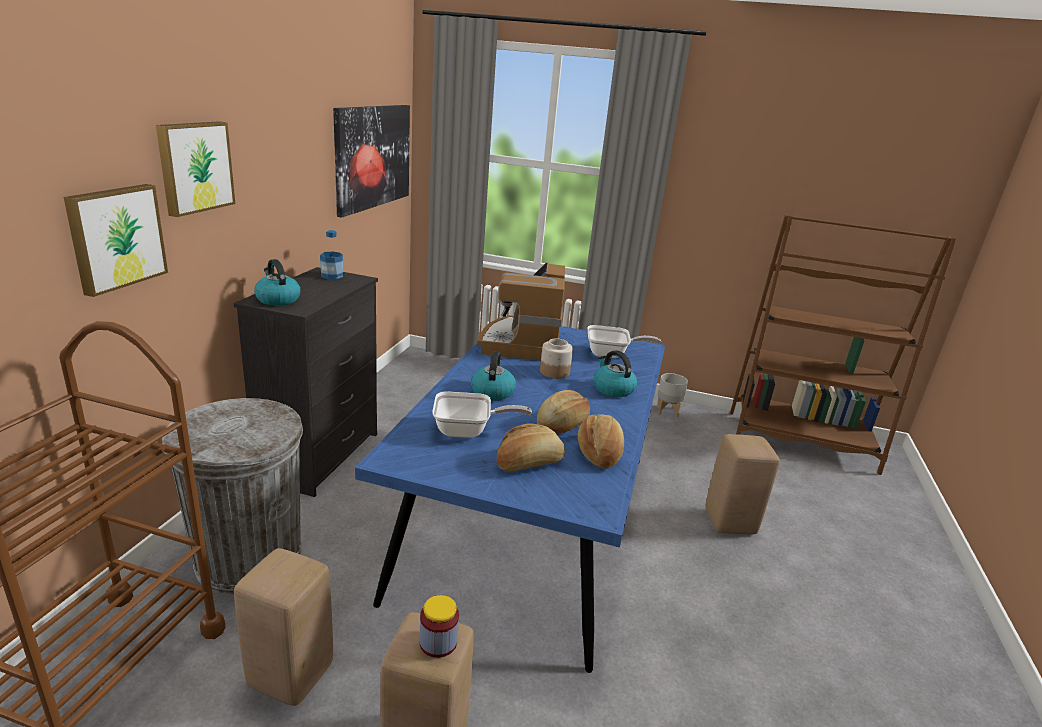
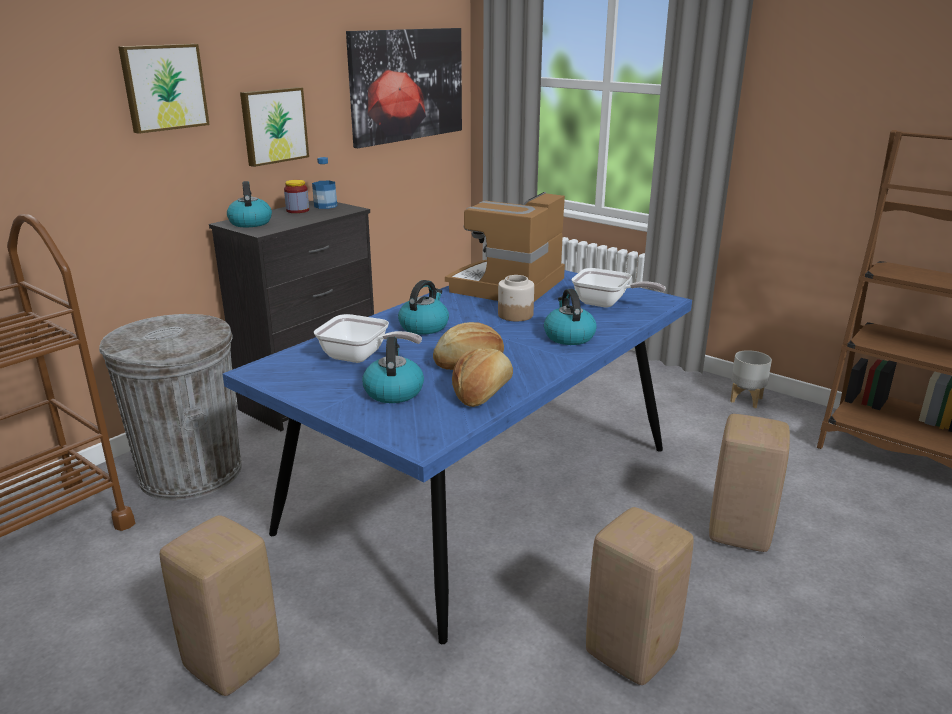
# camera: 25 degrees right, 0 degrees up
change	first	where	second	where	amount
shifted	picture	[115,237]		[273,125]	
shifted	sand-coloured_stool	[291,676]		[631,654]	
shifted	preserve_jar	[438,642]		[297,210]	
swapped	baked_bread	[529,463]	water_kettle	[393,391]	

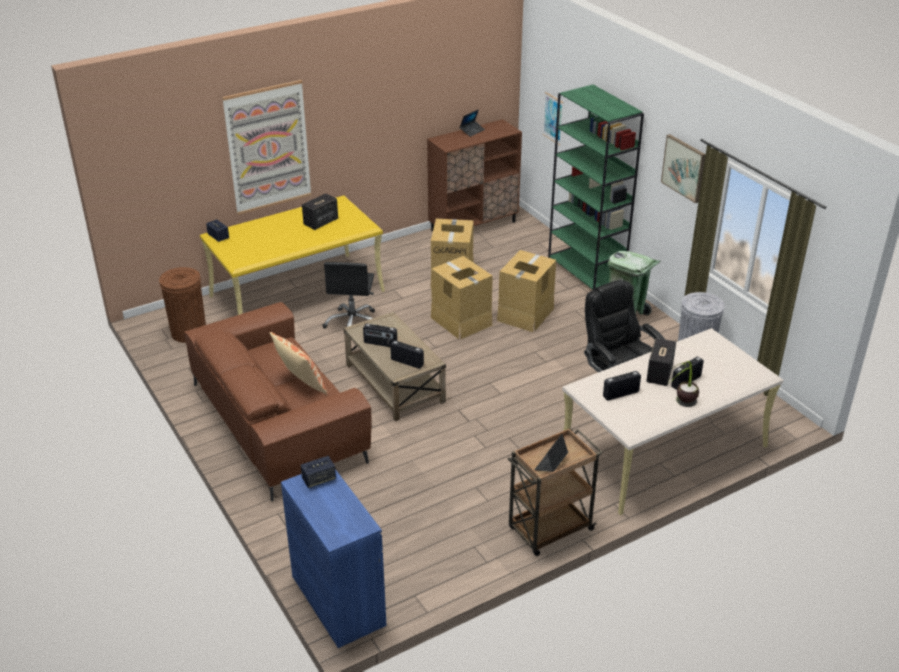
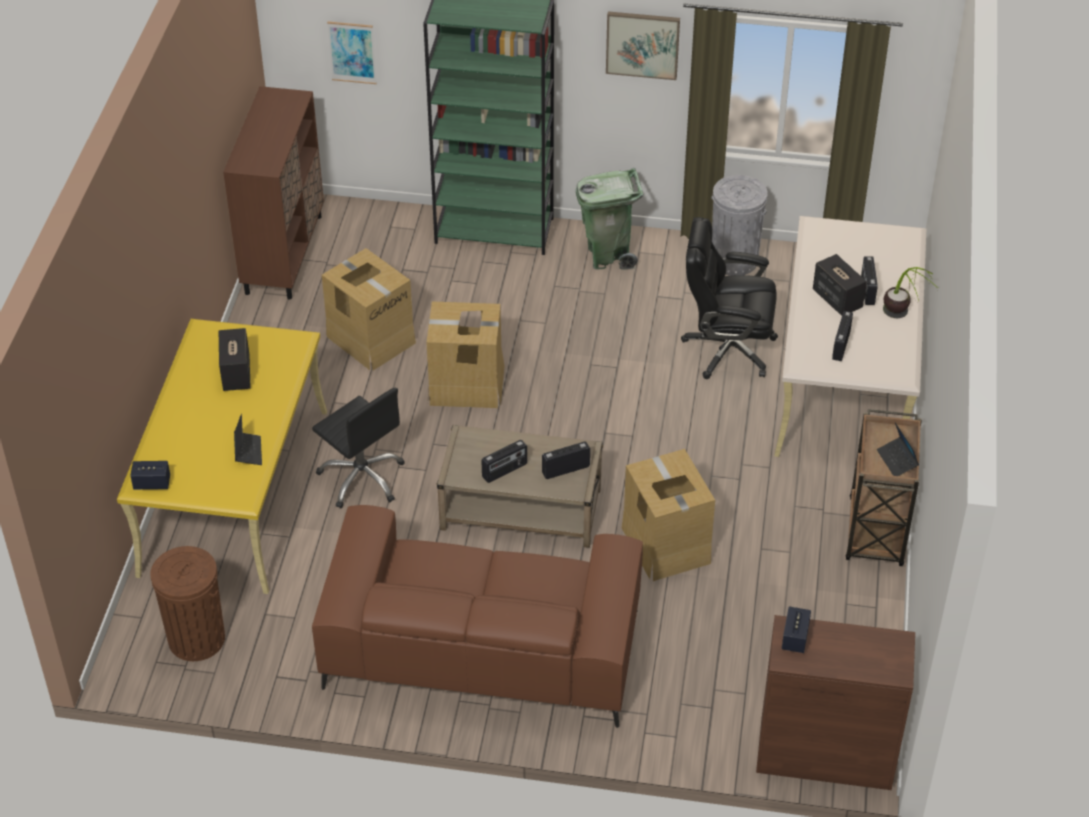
# camera: 50 degrees left, 10 degrees up
change	first	where	second	where	amount
gone	picture	[268,148]			
gone	throw_pillow	[301,384]			
shifted	notebook_computer	[472,131]		[248,451]	
shifted	cardboard_box	[525,314]		[665,544]	
repainted	bluish_cabinet	[338,600]	brown-coloured_cabinet	[825,753]	

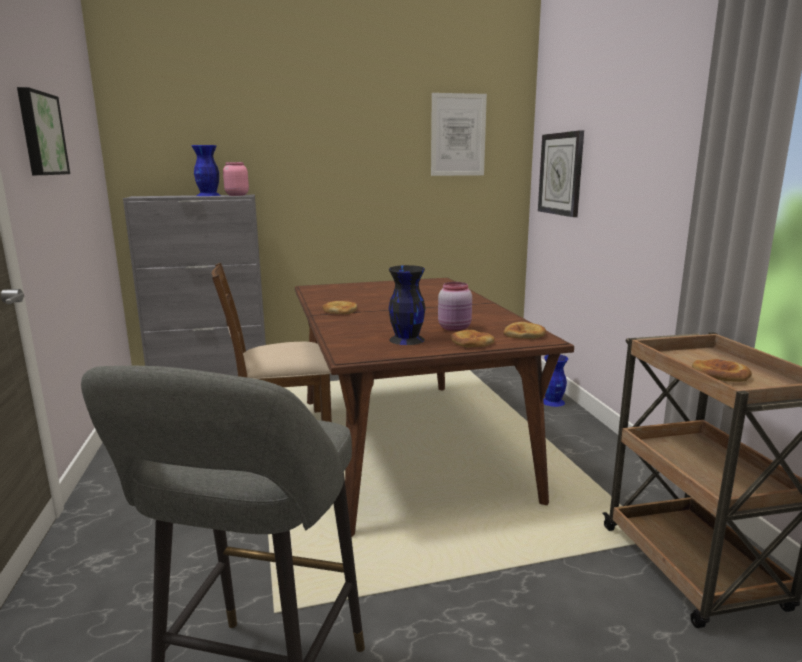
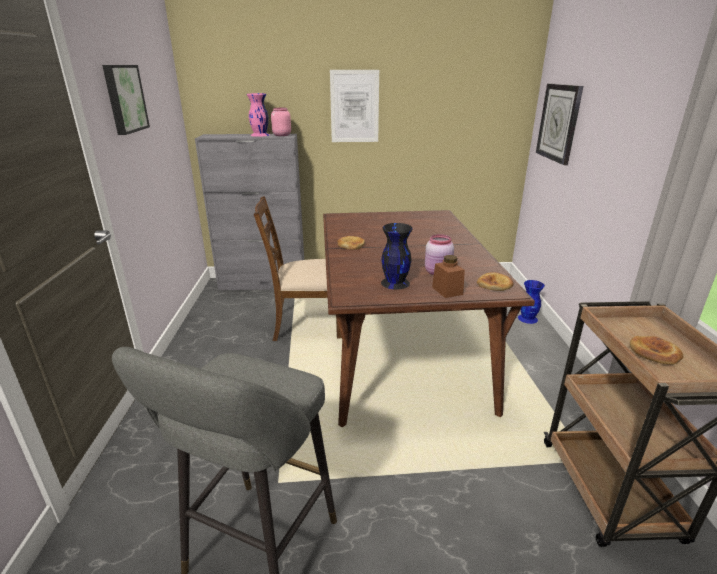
# camera: 10 degrees right, 10 degrees up
change	first	where	second	where	amount
shifted	picture	[458,135]		[354,106]	
swapped	baked_bread	[471,342]	brown-coloured_preserve_jar	[447,291]	
repainted	bluish_flower_vase	[208,195]	pink_flower_vase	[260,135]	

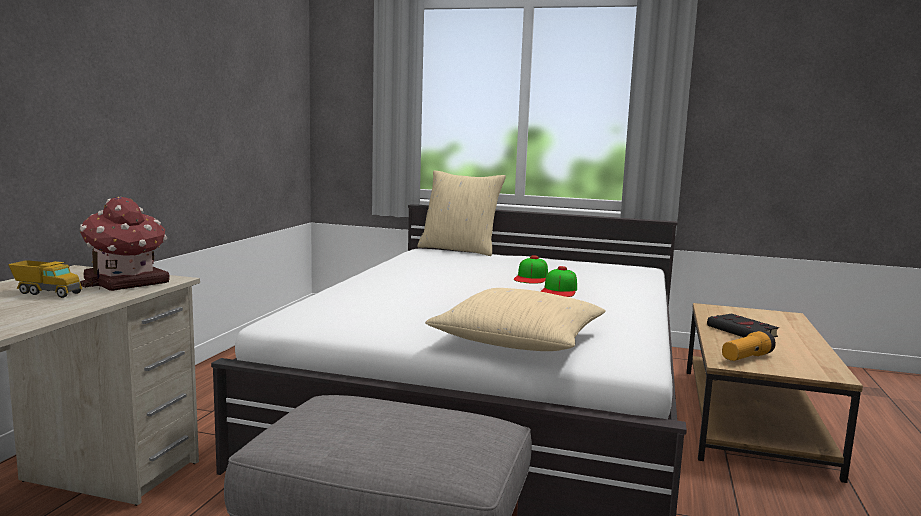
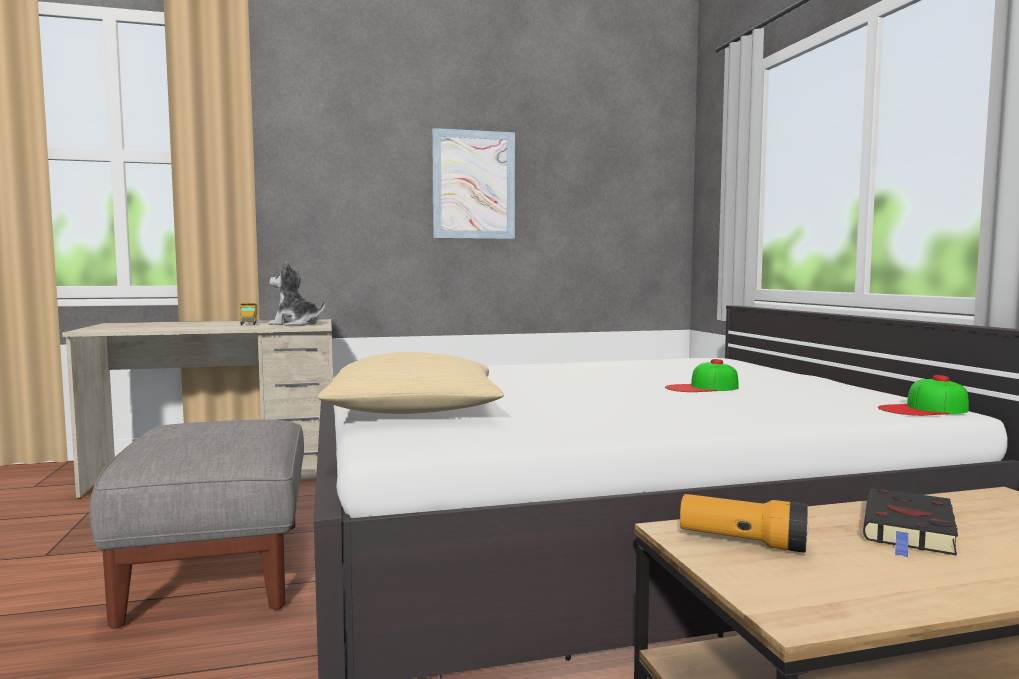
# camera: 60 degrees right, 5 degrees down
change	first	where	second	where	amount
gone	sand-coloured_throw_pillow	[459,249]			
new			picture	[473,185]	
shifted	baseball_cap	[559,290]		[924,409]	
swapped	miniature_house	[127,282]	soft_toy	[295,324]	

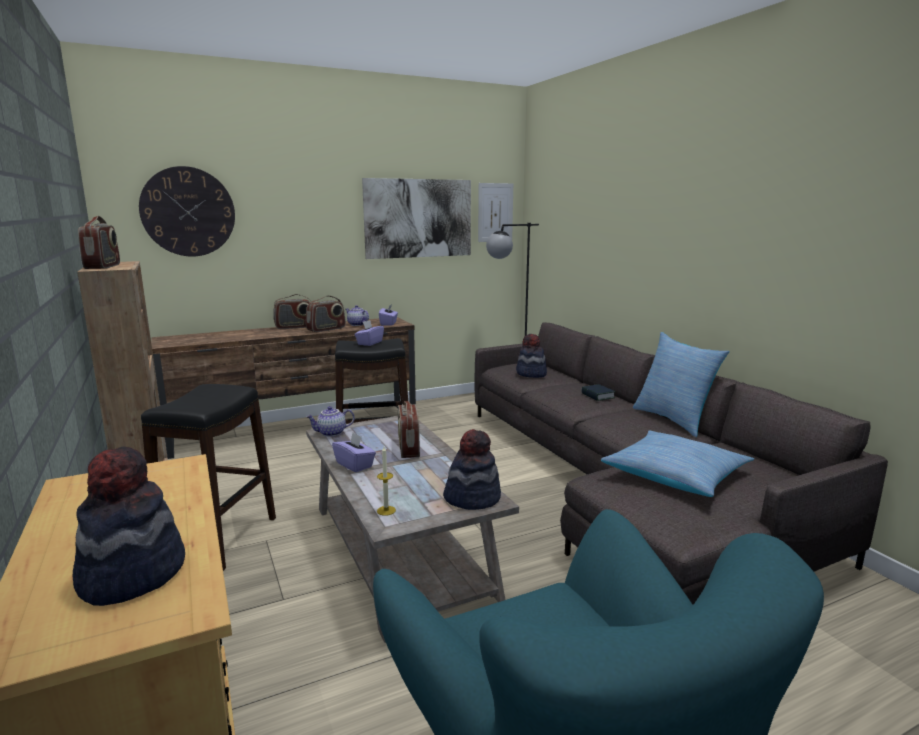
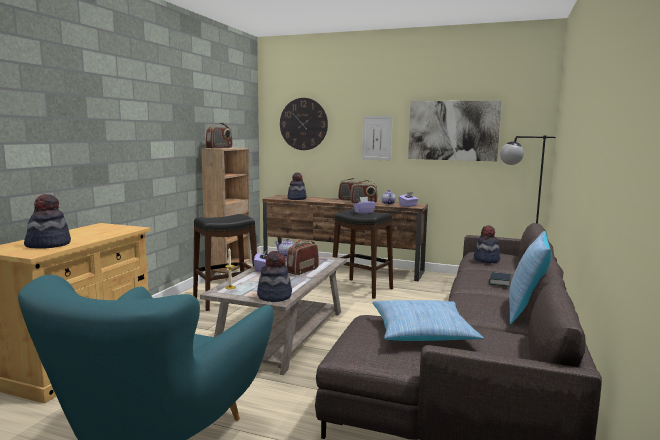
# camera: 45 degrees right, 5 degrees down
change	first	where	second	where	amount
new			clothing_hat	[297,198]	
shifted	picture	[495,212]		[377,138]	

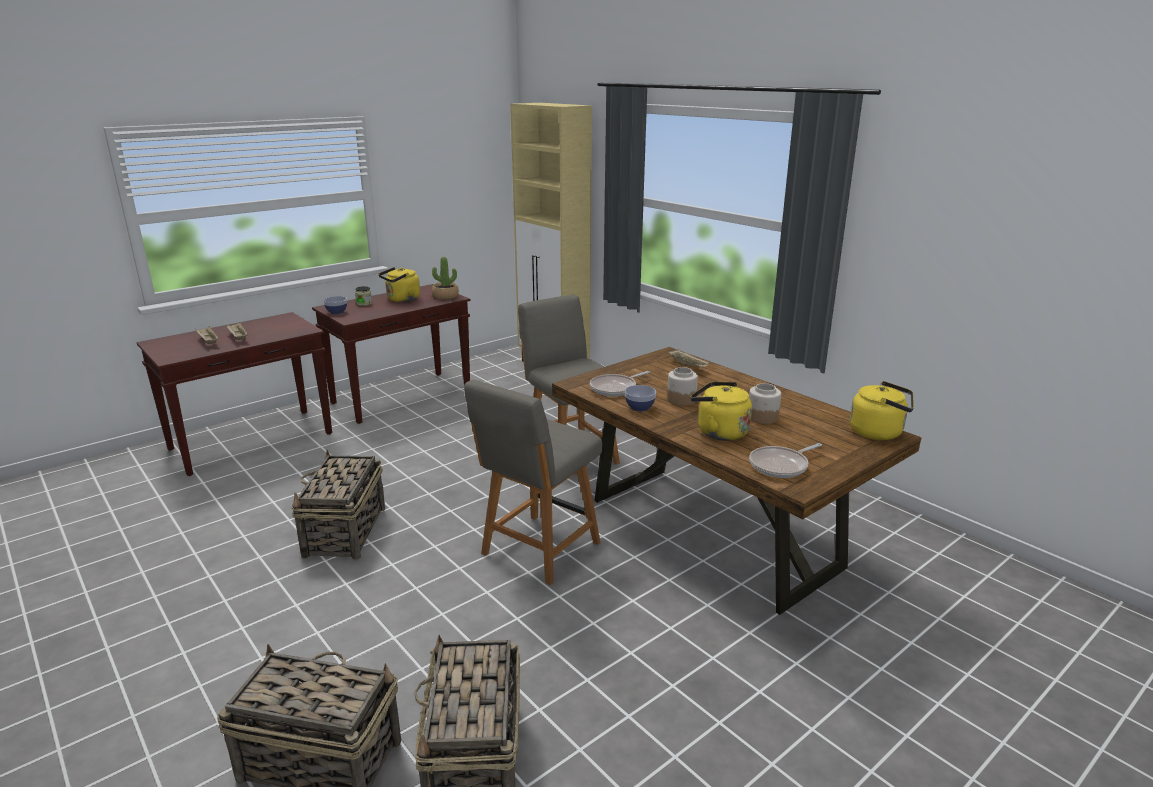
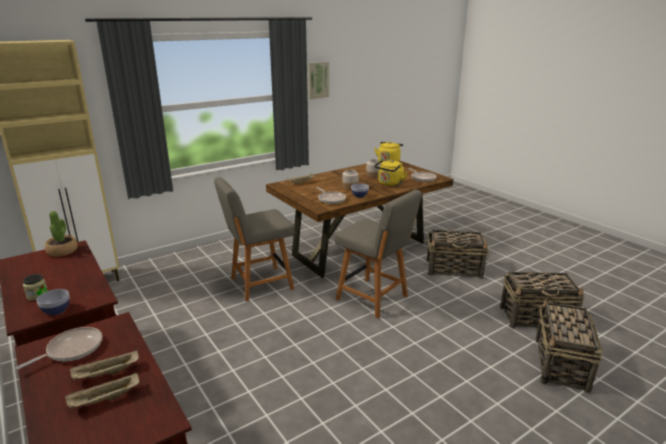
# camera: 85 degrees left, 0 degrees up
change	first	where	second	where	amount
gone	yellowish_water_kettle	[401,300]			
new			pan	[72,350]	
new			picture	[317,80]	
shifted	storage_basket	[344,532]		[454,269]	

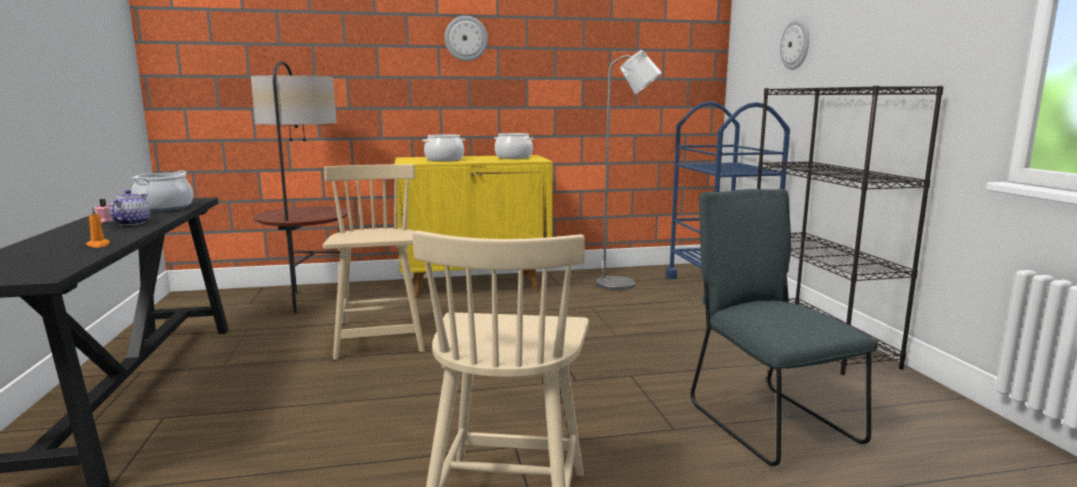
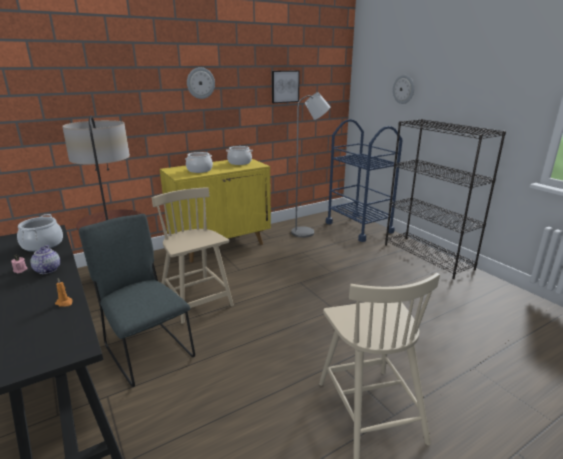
# camera: 20 degrees left, 10 degrees up
change	first	where	second	where	amount
new			picture	[285,86]	
shifted	grey_chair	[767,420]		[147,350]	

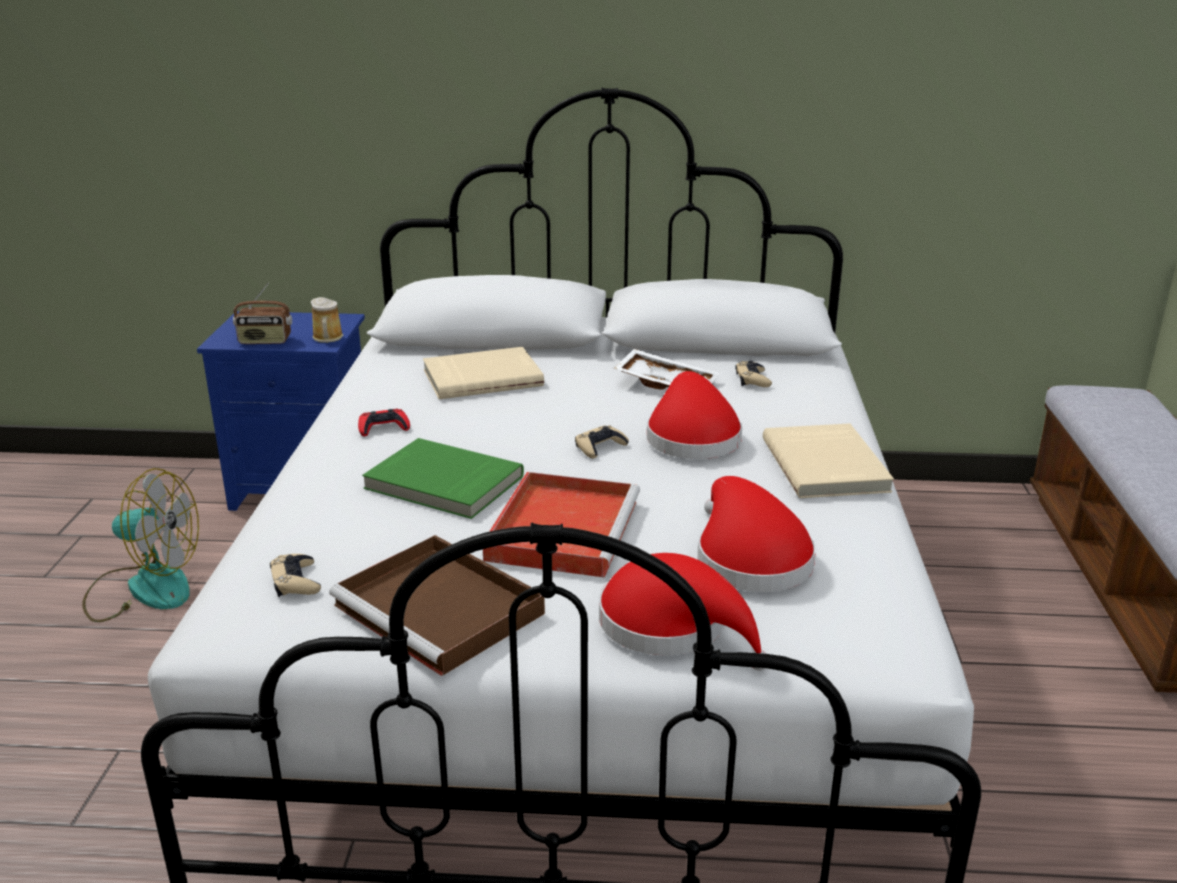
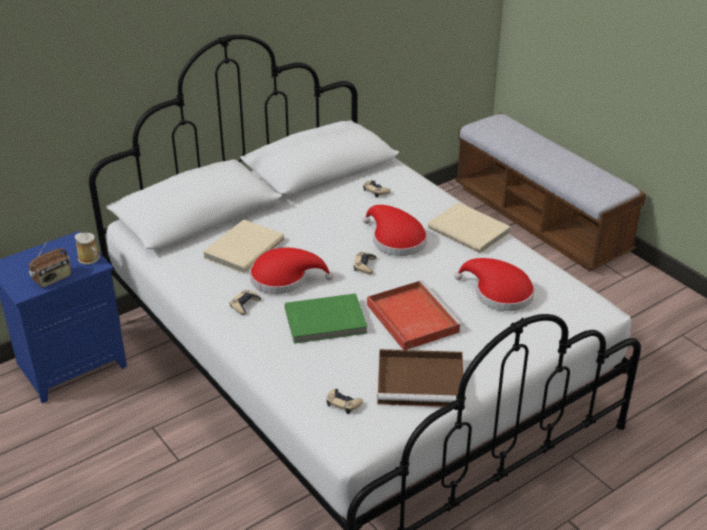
# camera: 40 degrees left, 10 degrees up
change	first	where	second	where	amount
gone	fan	[144,588]			
gone	white-coloured_serving_tray	[667,383]			
shifted	red_clothing_hat	[672,626]		[284,279]	
repainted	red_game_controller	[383,428]	sand-coloured_game_controller	[245,305]	

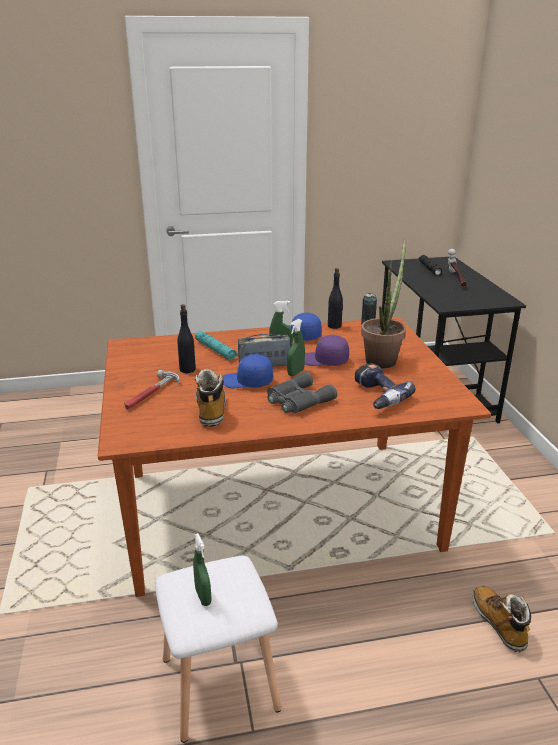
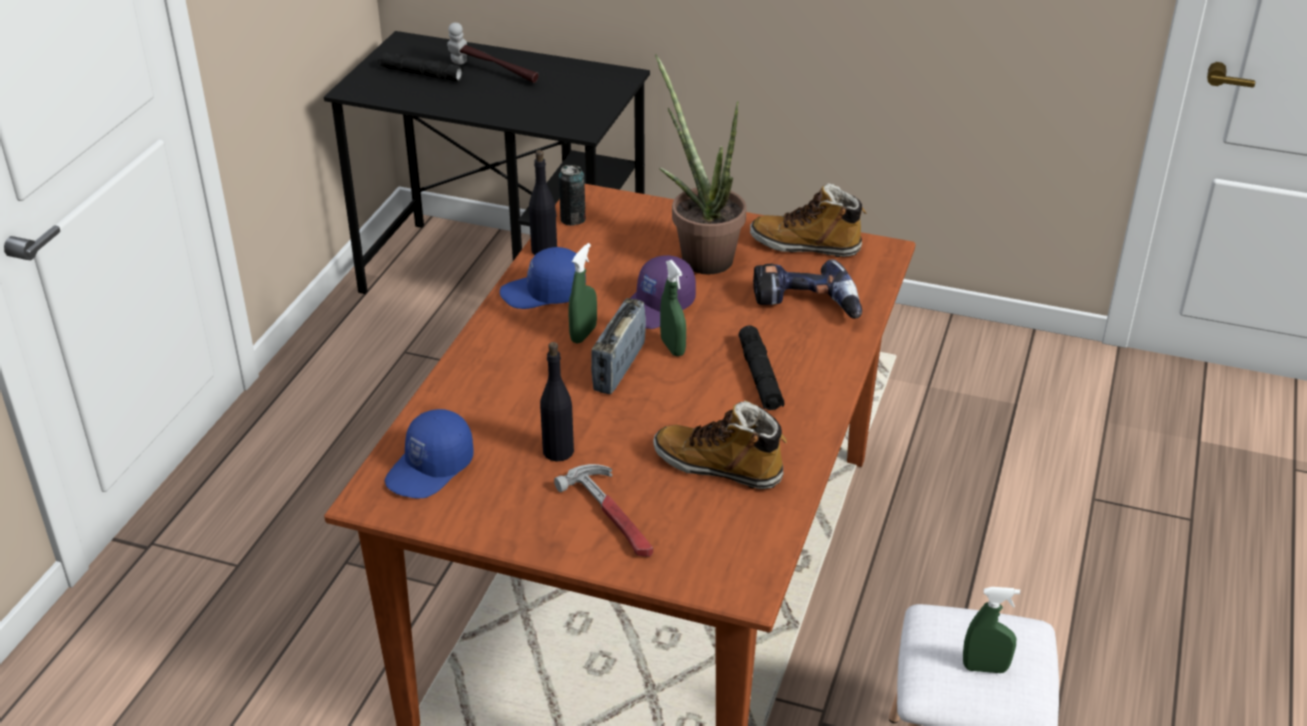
# camera: 60 degrees left, 10 degrees up
change	first	where	second	where	amount
gone	blue-green_torch	[215,350]			
shifted	bluish_baseball_cap	[247,382]		[431,469]	
shifted	high-top_boot	[499,623]		[806,246]	
swapped	grey_pair_of_binoculars	[297,400]	blackish_torch	[760,377]	

